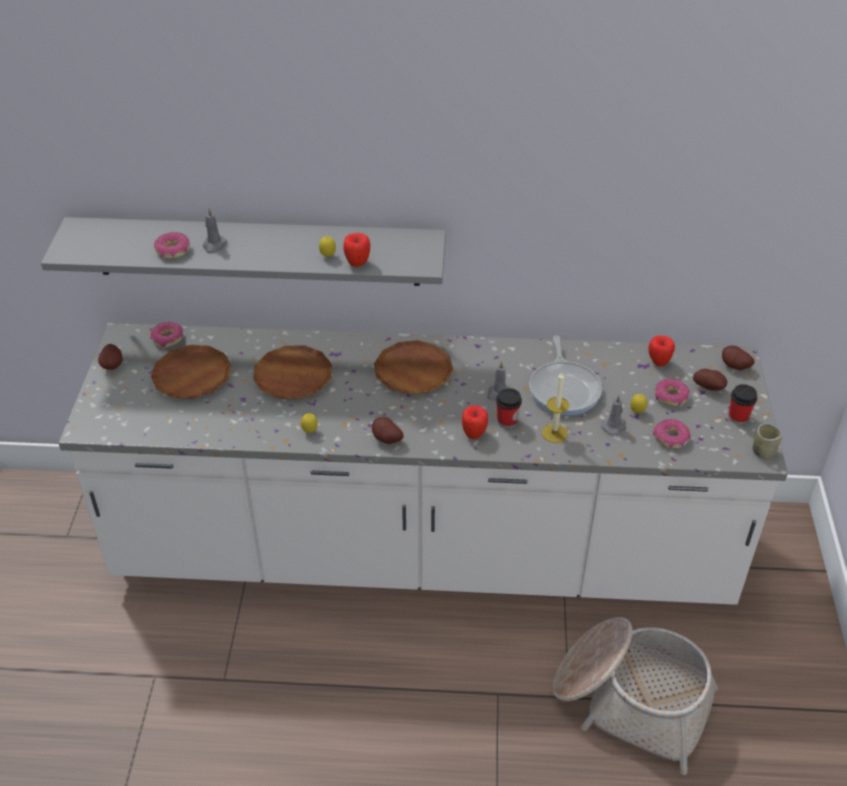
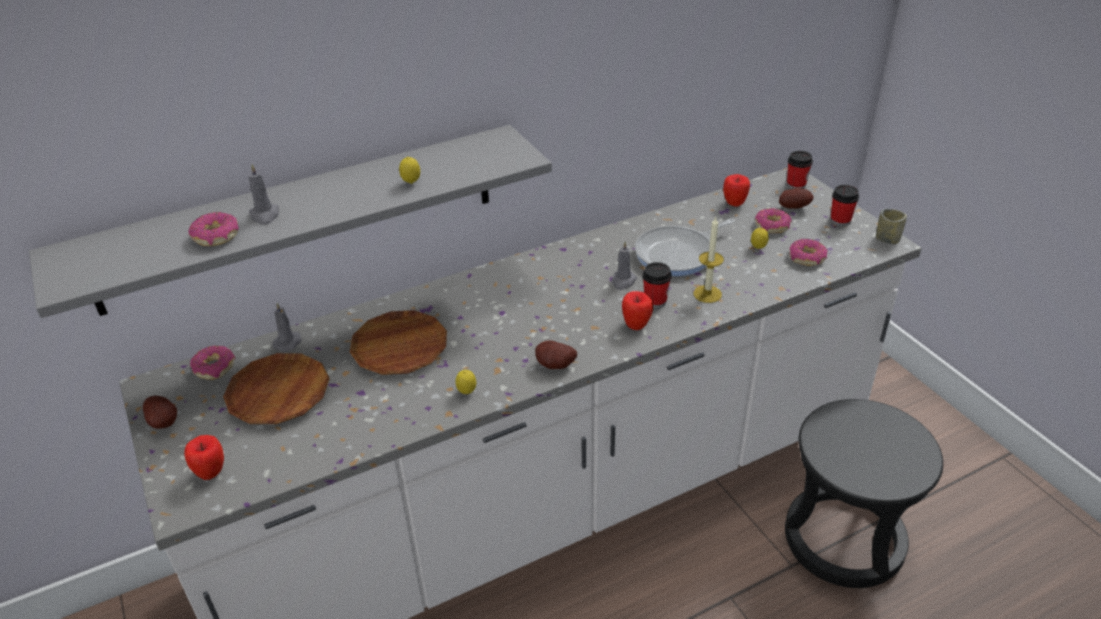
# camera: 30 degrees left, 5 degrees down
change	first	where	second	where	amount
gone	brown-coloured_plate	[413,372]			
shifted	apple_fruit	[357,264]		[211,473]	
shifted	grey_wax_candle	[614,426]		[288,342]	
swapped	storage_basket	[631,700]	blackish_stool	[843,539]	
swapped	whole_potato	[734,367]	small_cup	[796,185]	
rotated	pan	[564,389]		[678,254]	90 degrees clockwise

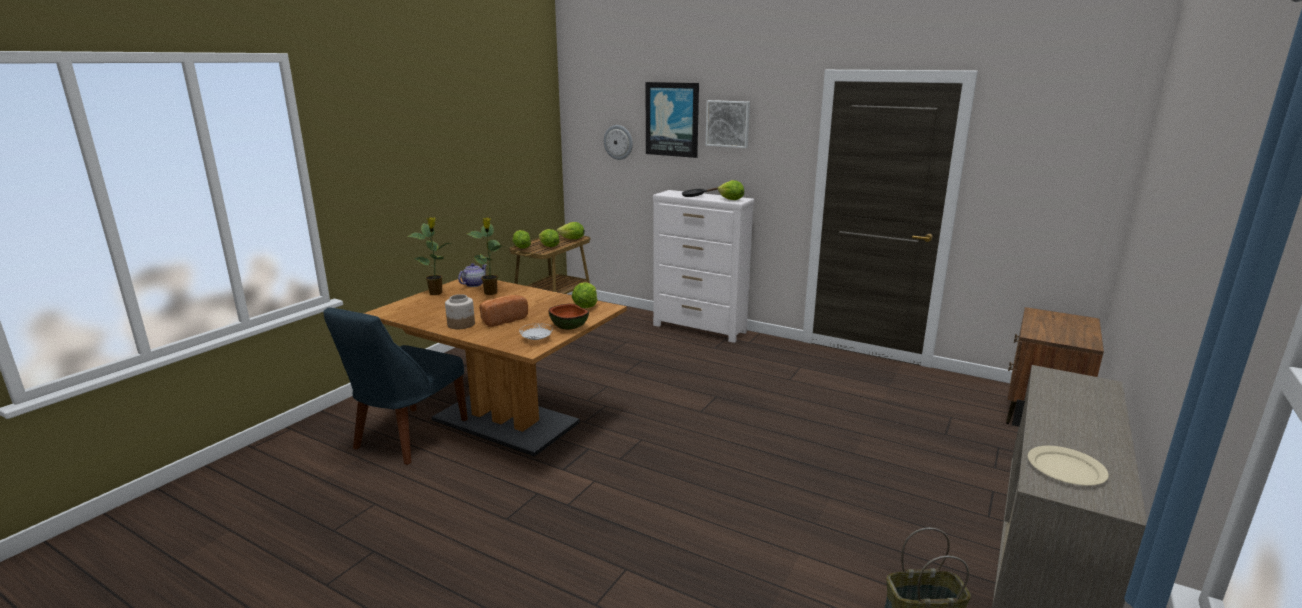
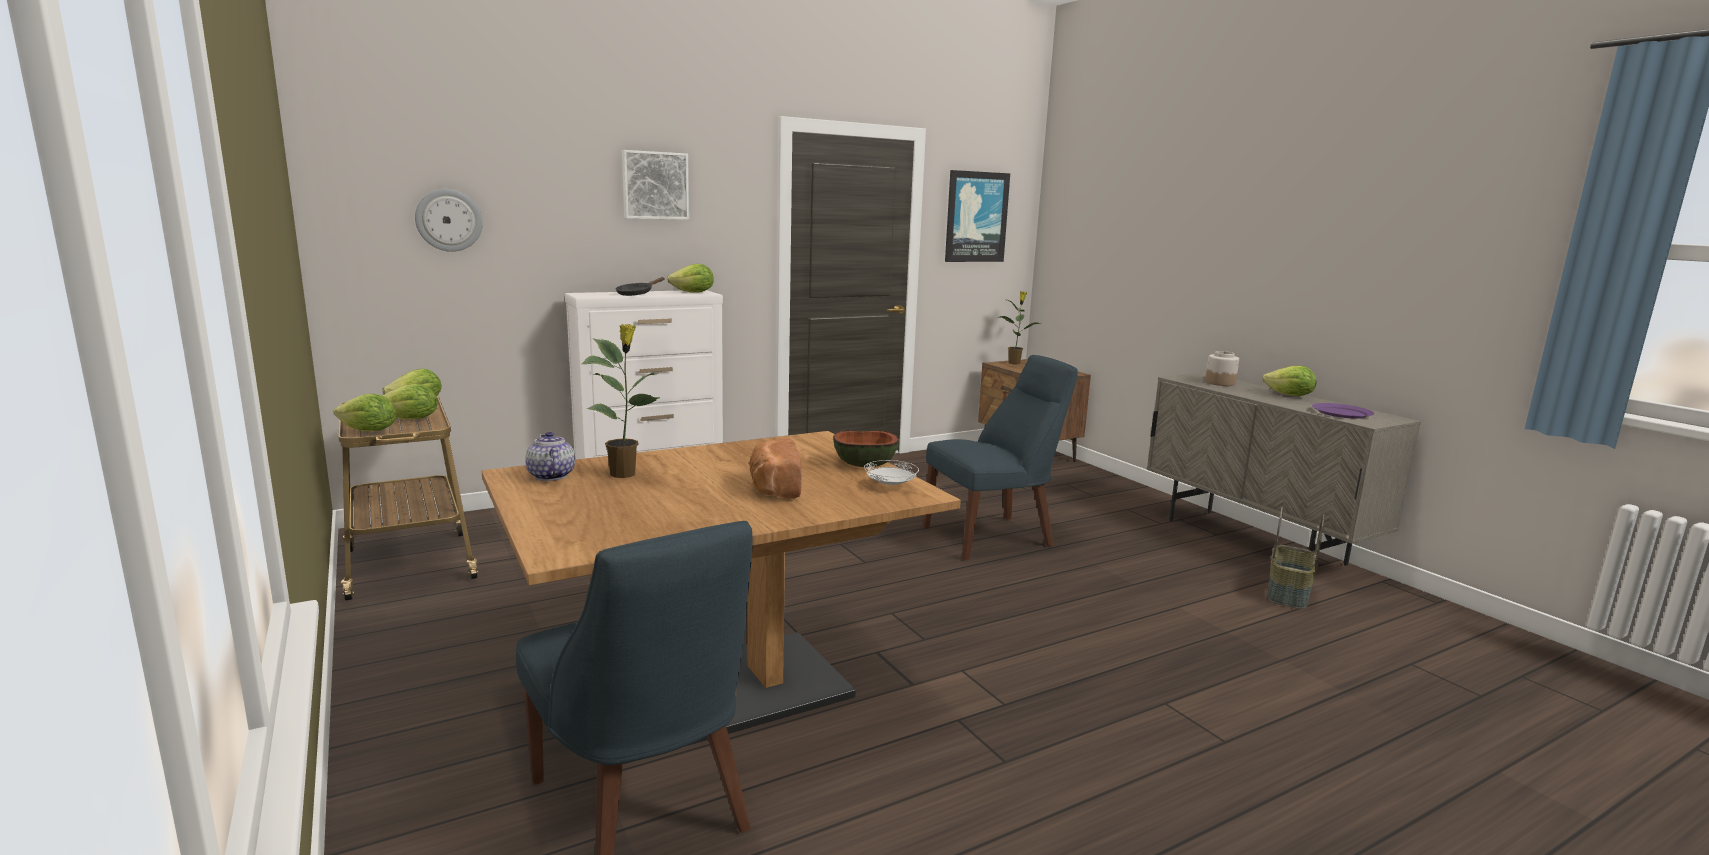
# camera: 60 degrees left, 5 degrees down
change	first	where	second	where	amount
new			bluish_chair	[993,536]	
shifted	potted_plant	[436,293]		[1014,363]	
shifted	preserve_jar	[461,324]		[1220,383]	
shifted	head_of_lettuce	[585,306]		[1289,396]	
shifted	picture	[672,119]		[976,217]	
repainted	sand-coloured_plate	[1066,469]	purple-coloured_plate	[1342,413]	

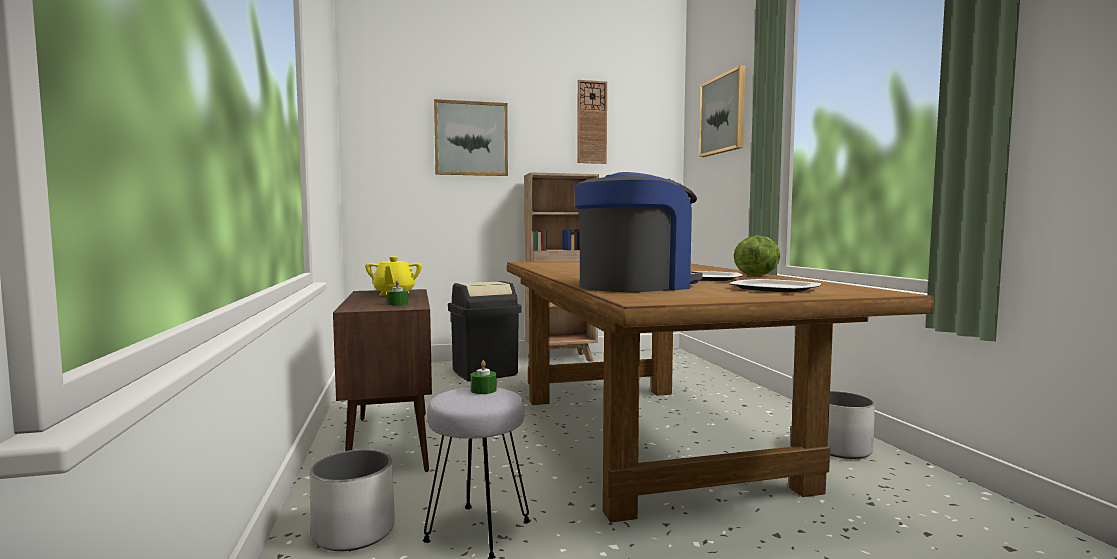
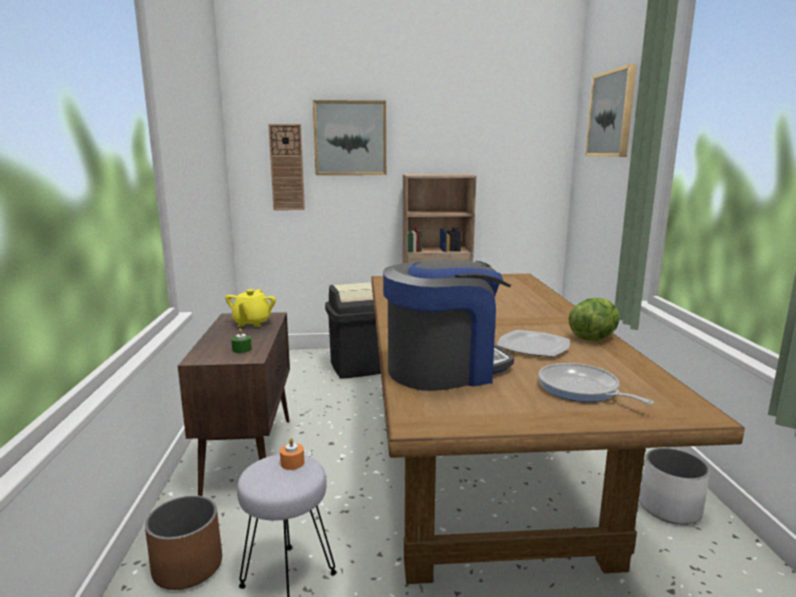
# camera: 10 degrees right, 10 degrees up
change	first	where	second	where	amount
shifted	hanging_clock	[591,122]		[287,167]	
swapped	plate	[775,289]	pan	[581,389]	
repainted	white-coloured_flower_pot	[353,533]	brown-coloured_flower_pot	[187,567]	
repainted	greenish_wax_candle	[483,390]	orangey_wax_candle	[292,463]	

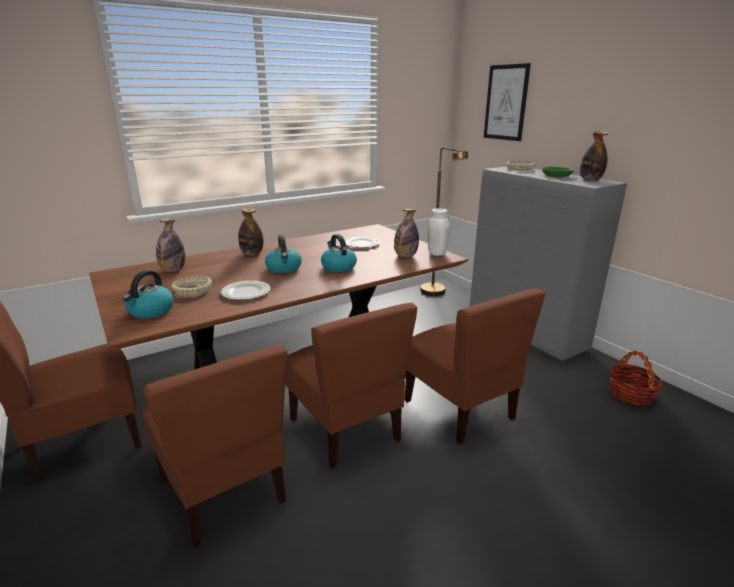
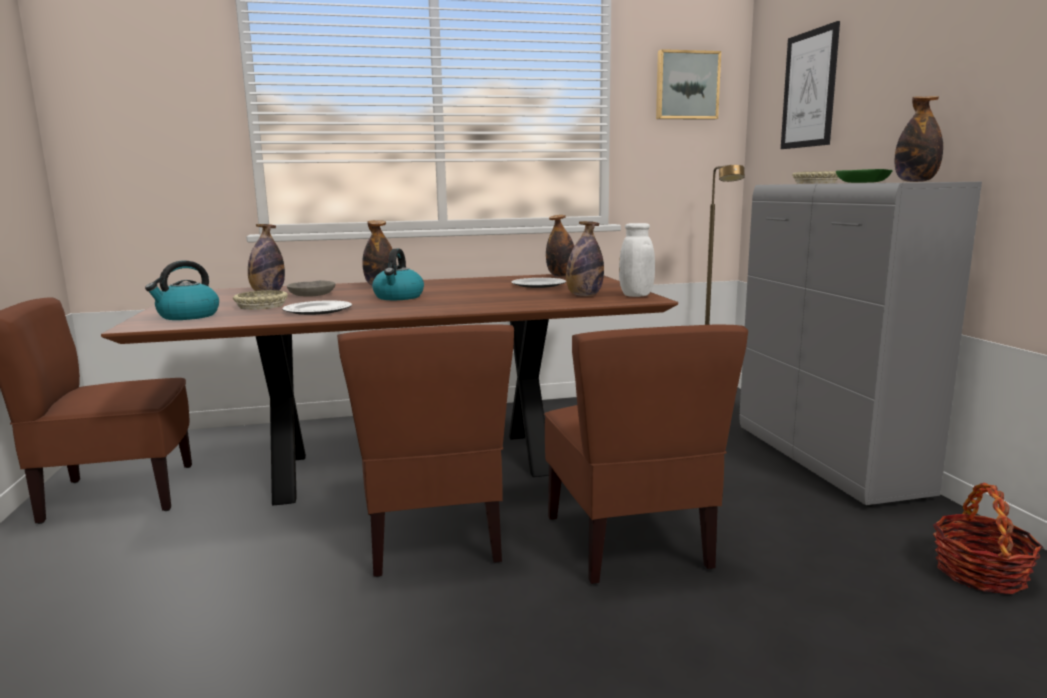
# camera: 20 degrees right, 10 degrees down
change	first	where	second	where	amount
gone	brown-coloured_chair	[224,490]			
gone	water_kettle	[338,267]			
new			grey_bowl	[312,295]	
new			beverage_bottle	[561,276]	
new			picture	[686,85]	

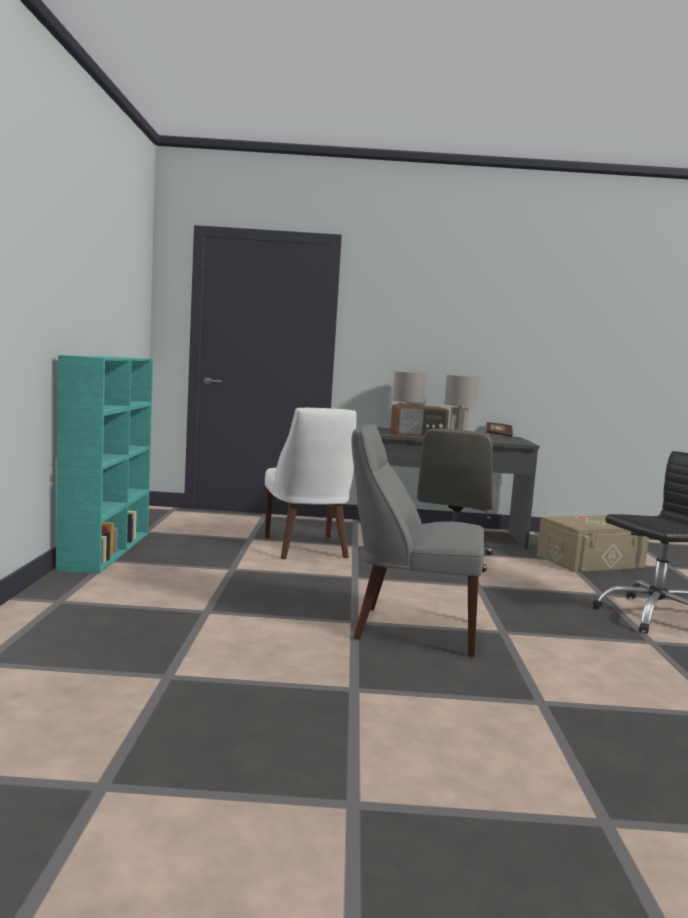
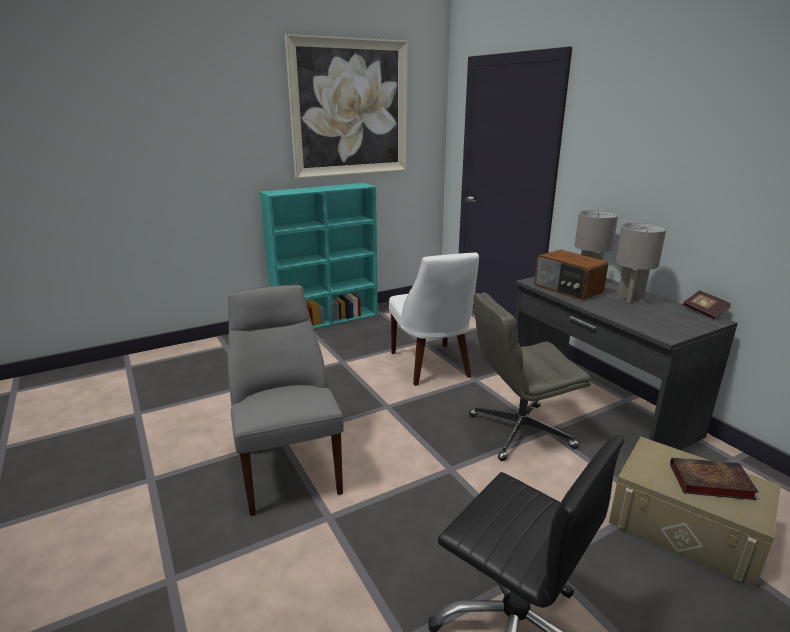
# camera: 60 degrees right, 15 degrees up
change	first	where	second	where	amount
new			picture	[350,109]	
new			volume	[709,482]	
rotated	white-coloured_chair	[306,548]		[431,366]	60 degrees counterclockwise

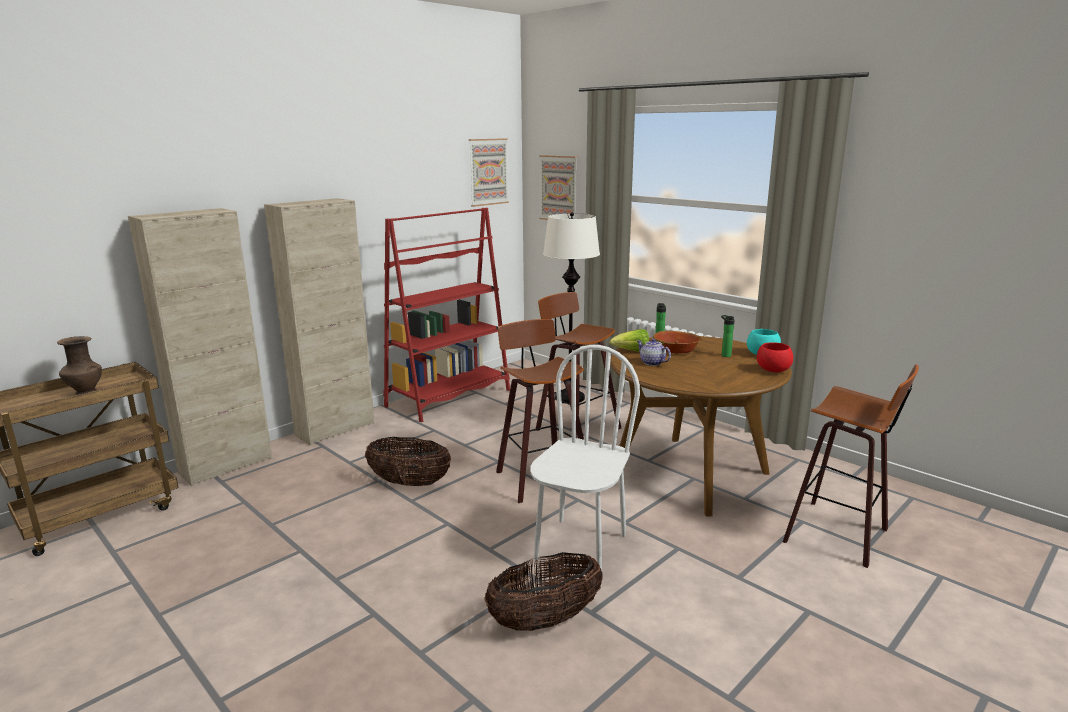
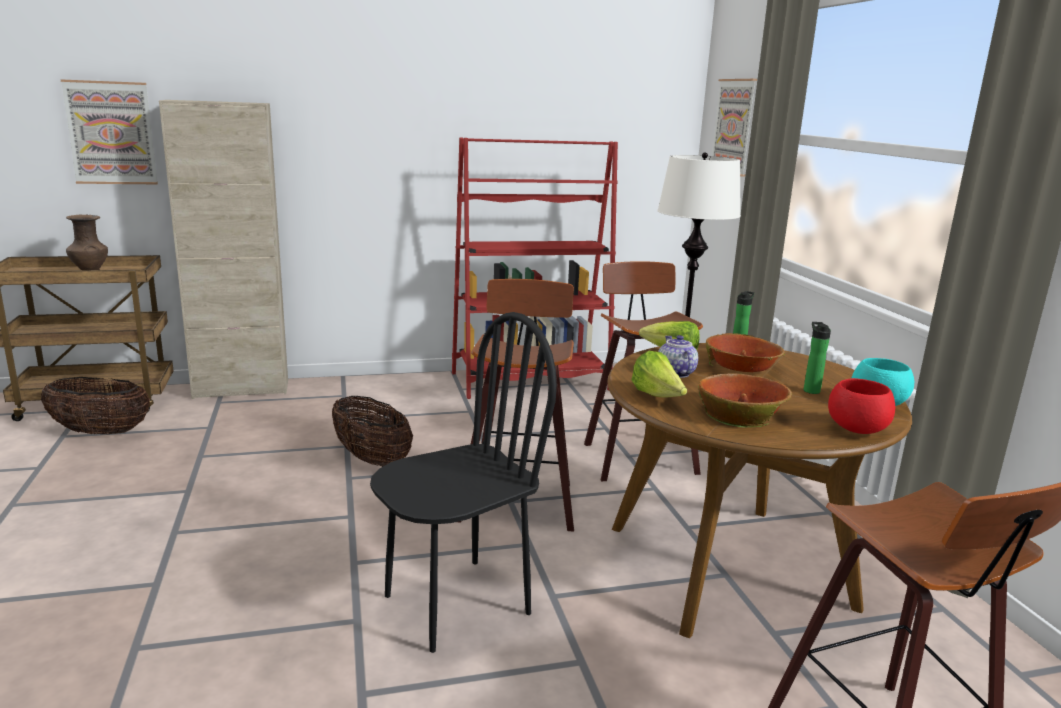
# camera: 30 degrees right, 0 degrees up
change	first	where	second	where	amount
gone	sand-coloured_cabinet	[335,429]			
new			head_of_lettuce	[657,396]	
new			bowl	[741,413]	
shifted	picture	[488,172]		[111,133]	
shifted	storage_basket	[545,620]		[100,432]	
repainted	white-coloured_chair	[580,547]	blackish_chair	[456,603]	

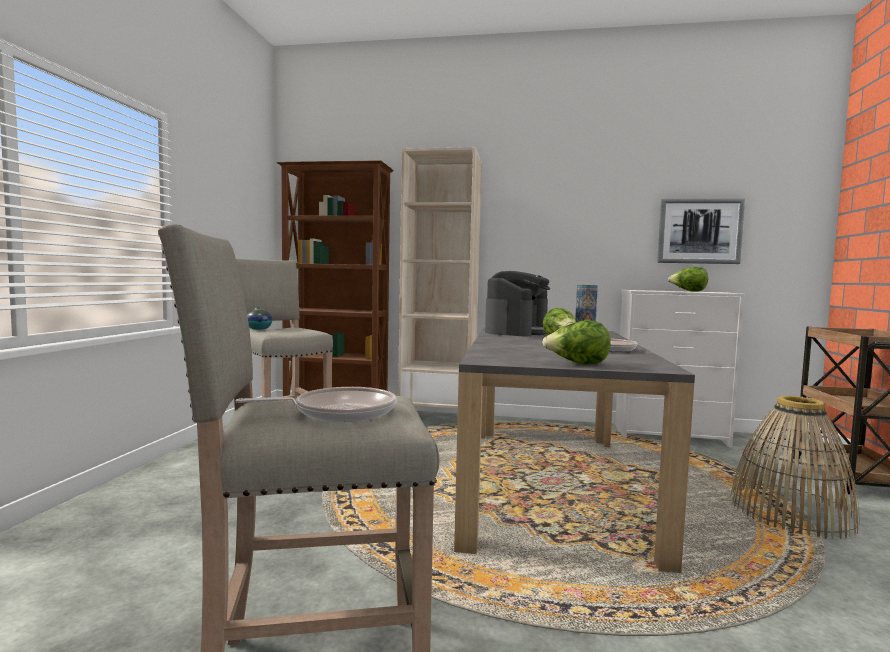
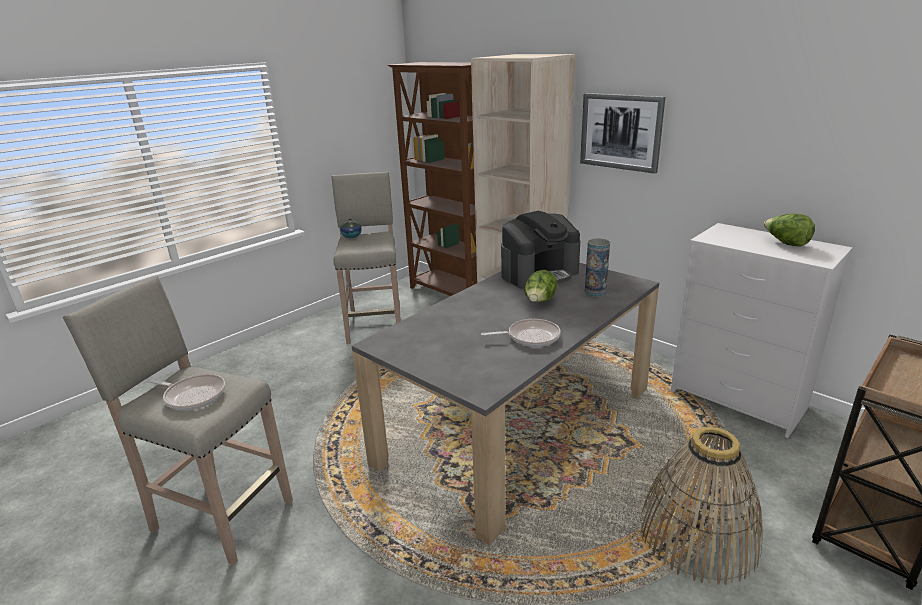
# camera: 35 degrees right, 20 degrees up
change	first	where	second	where	amount
gone	head_of_lettuce	[577,364]			
shifted	picture	[699,231]		[620,132]	

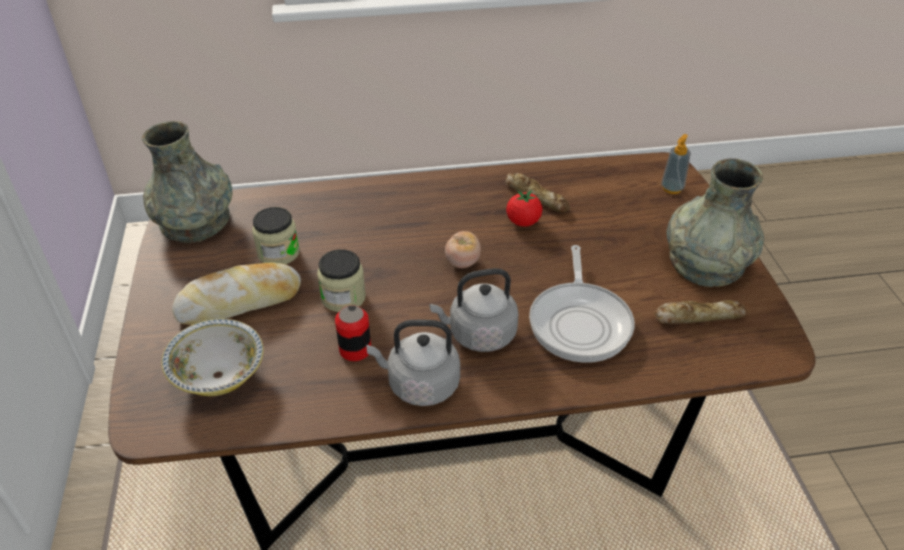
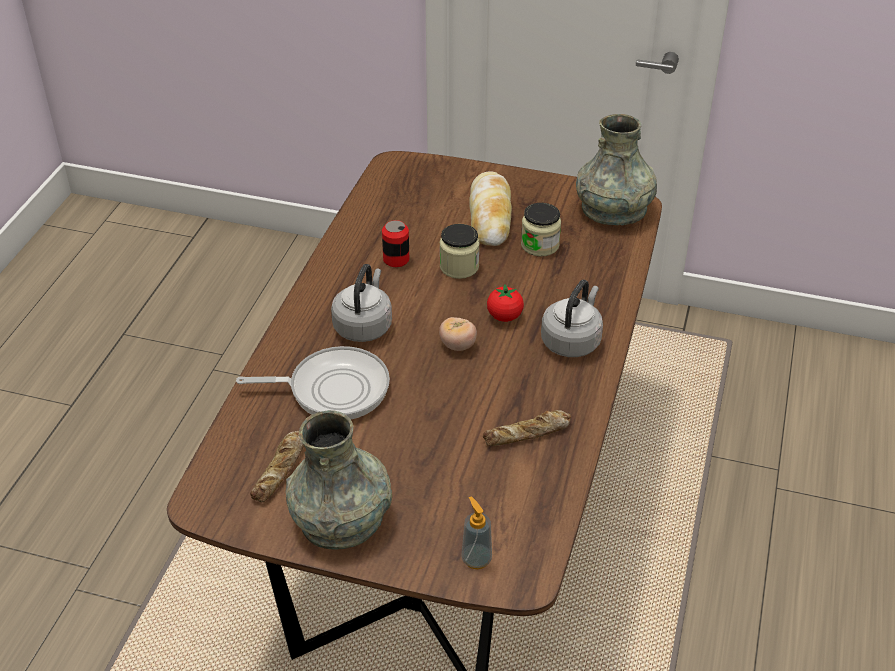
# camera: 115 degrees right, 0 degrees up
change	first	where	second	where	amount
gone	bowl	[219,376]			
shifted	grey_water_kettle	[419,385]		[572,341]	
shifted	tomato	[523,222]		[504,316]	
rotated	pan	[580,322]		[333,389]	150 degrees clockwise

